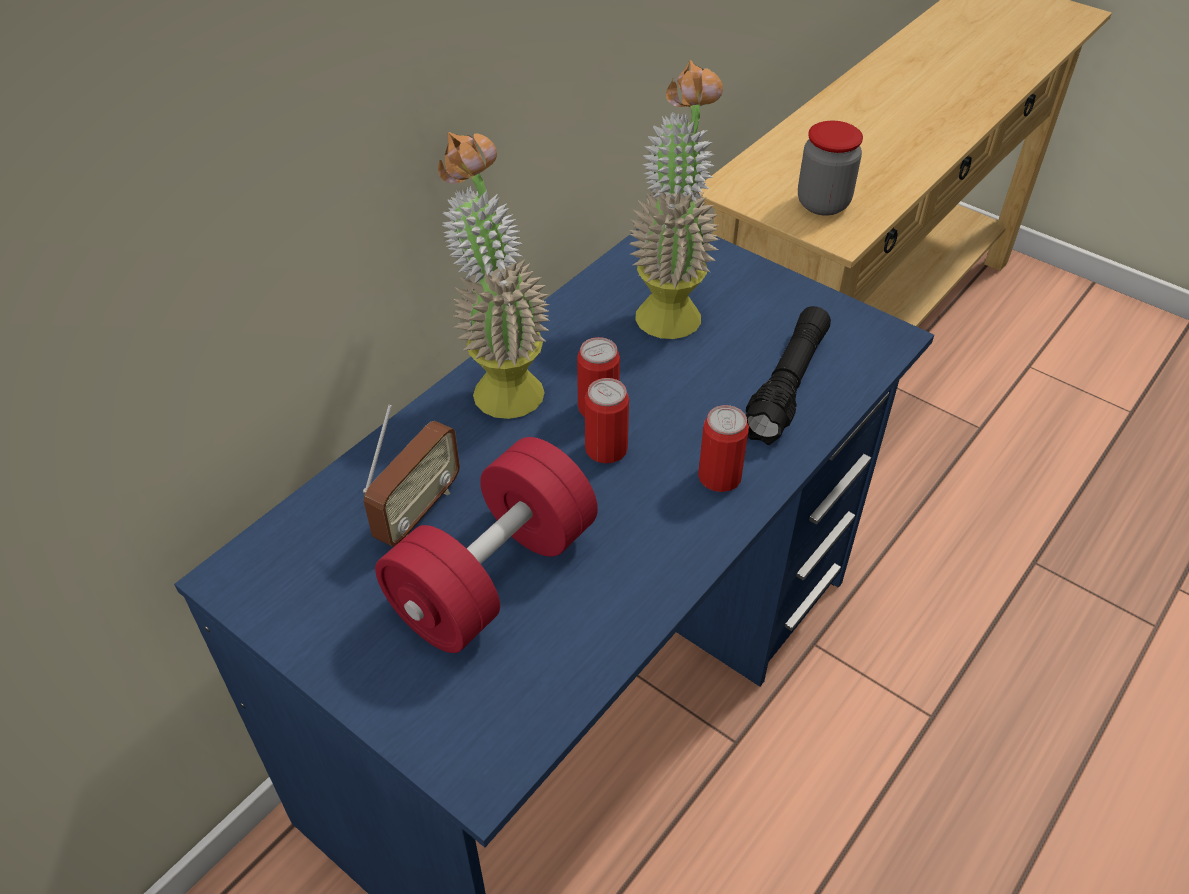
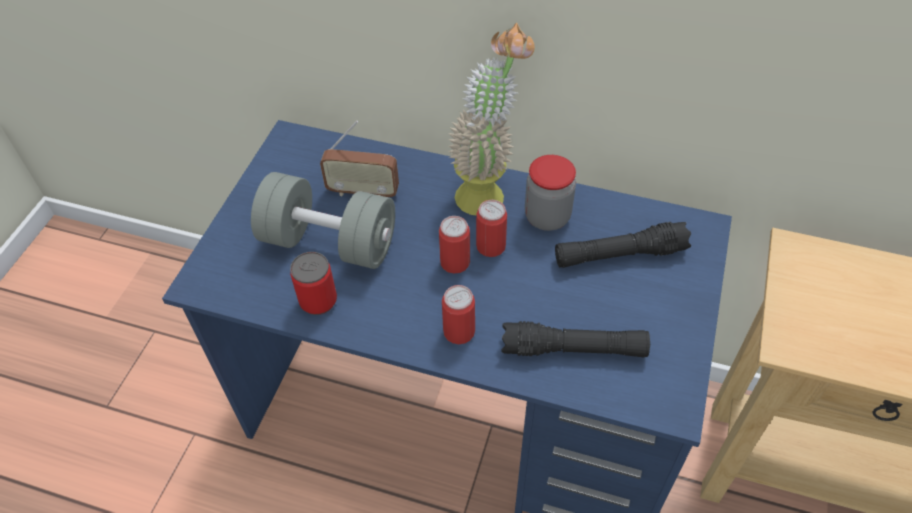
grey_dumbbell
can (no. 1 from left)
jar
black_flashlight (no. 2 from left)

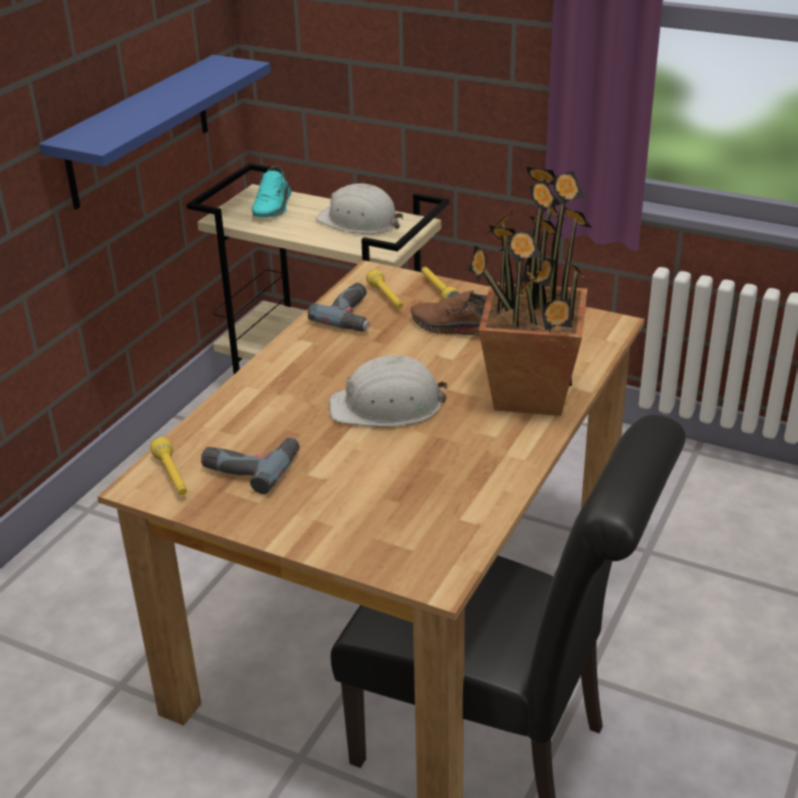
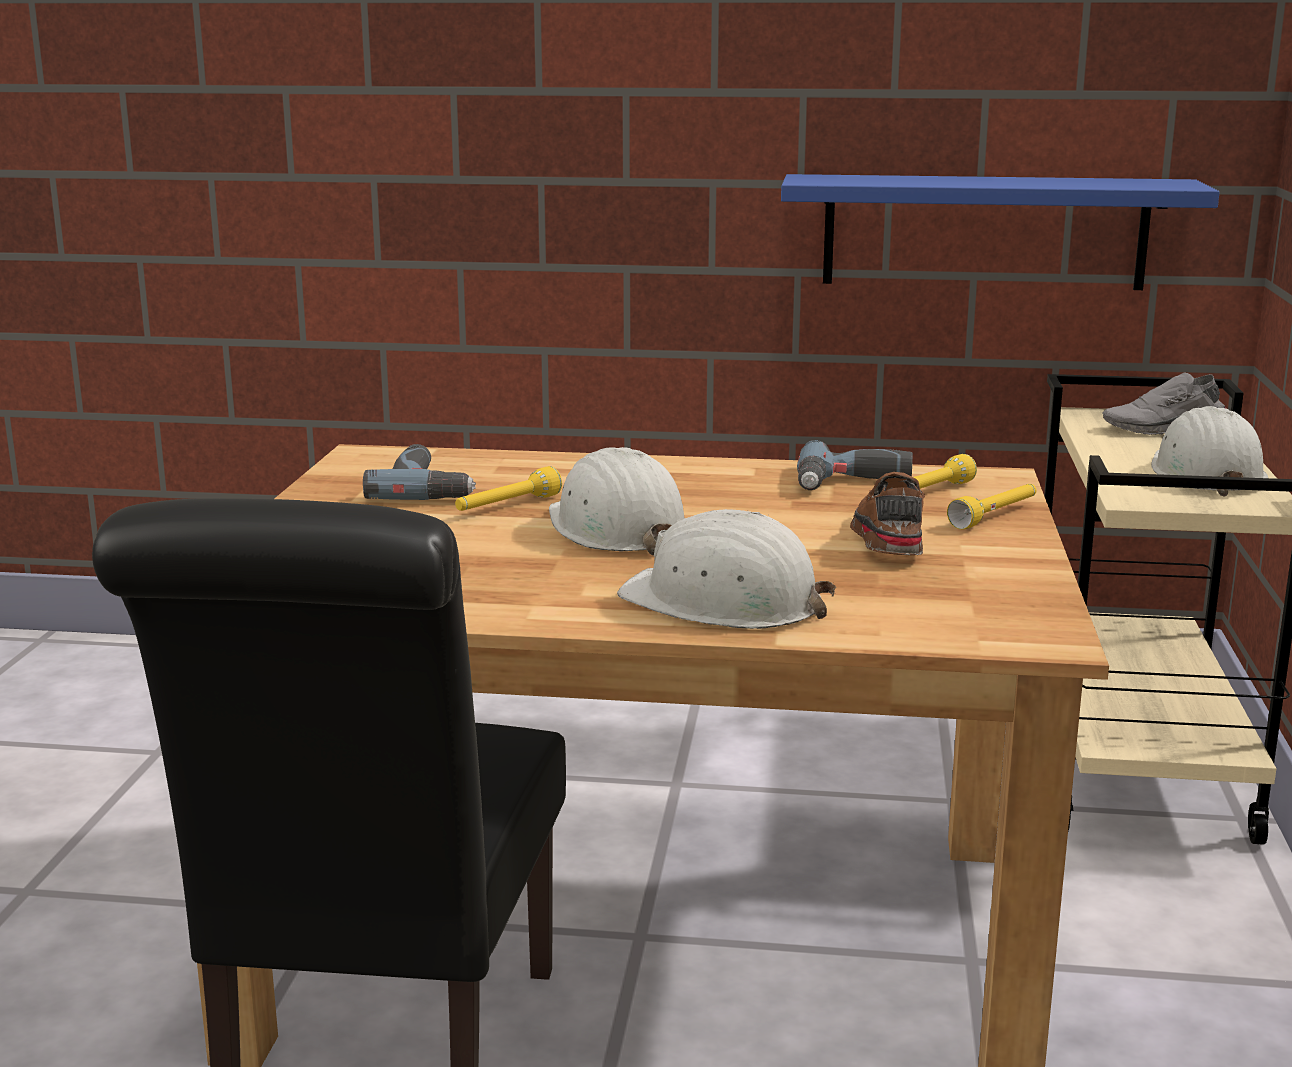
yellow_flashlight (no. 1 from left)
white_hard_hat (no. 2 from left)
grey_shoe

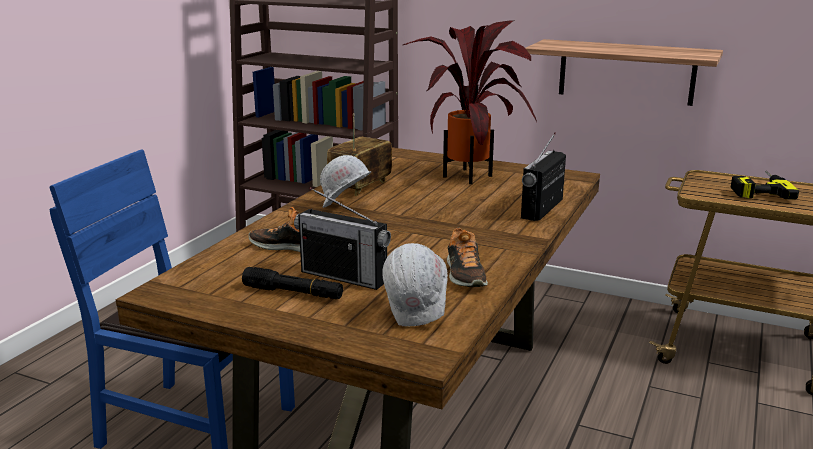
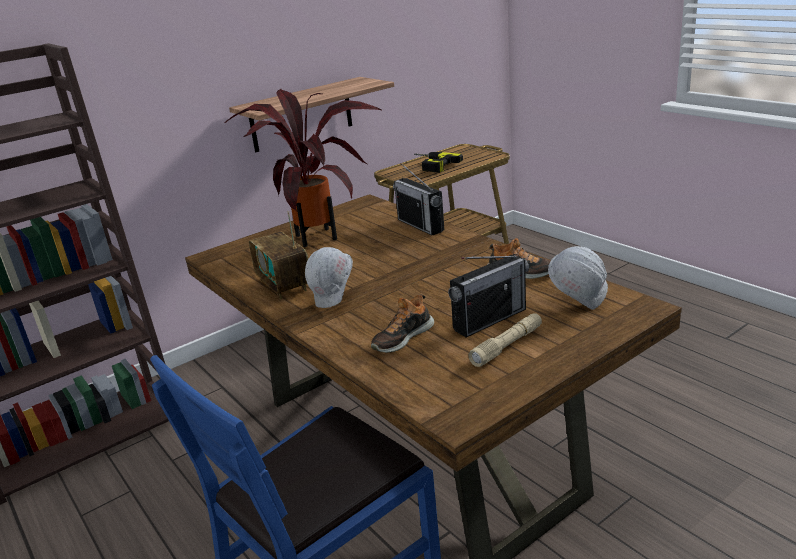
beige_flashlight

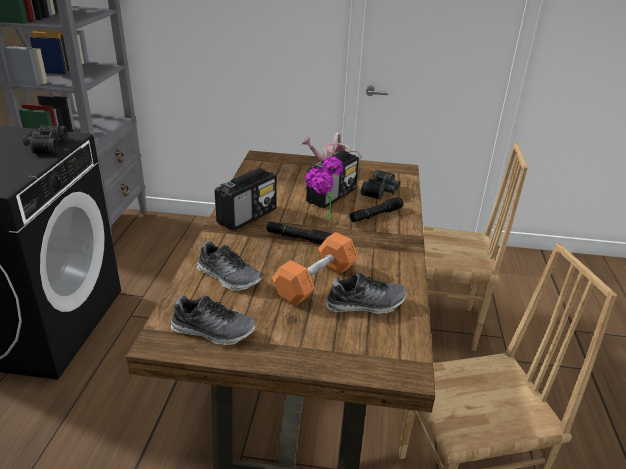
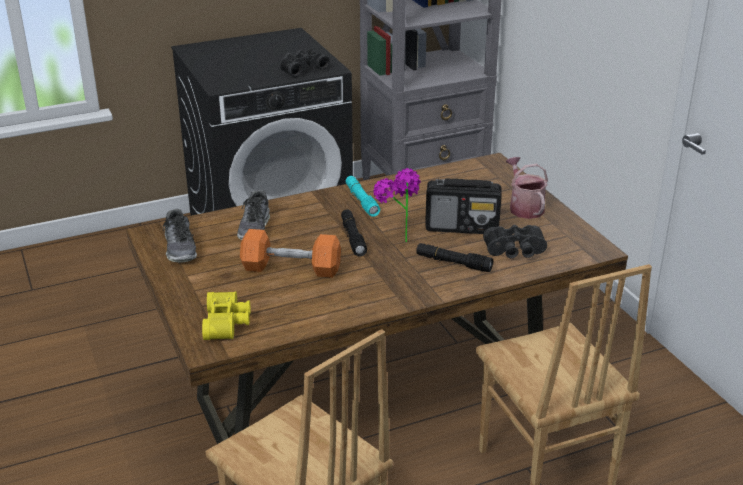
yellow_binoculars
turquoise_flashlight
shoe (no. 3 from left in the first image)

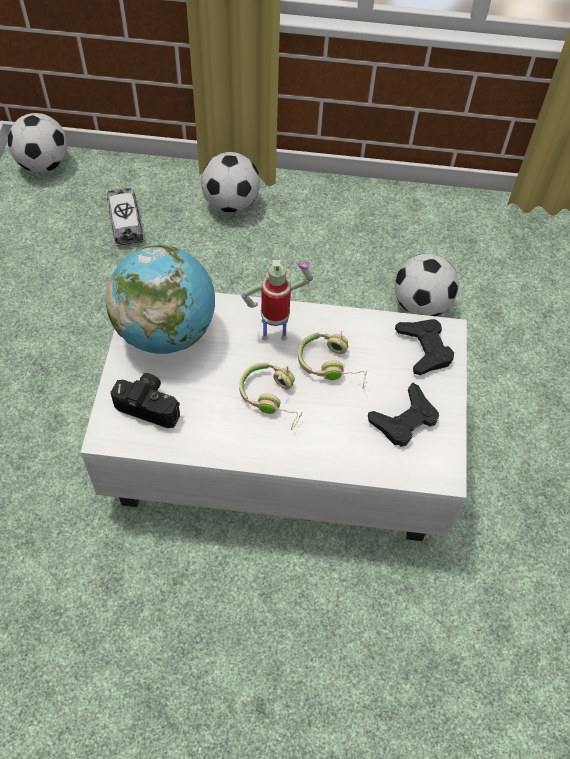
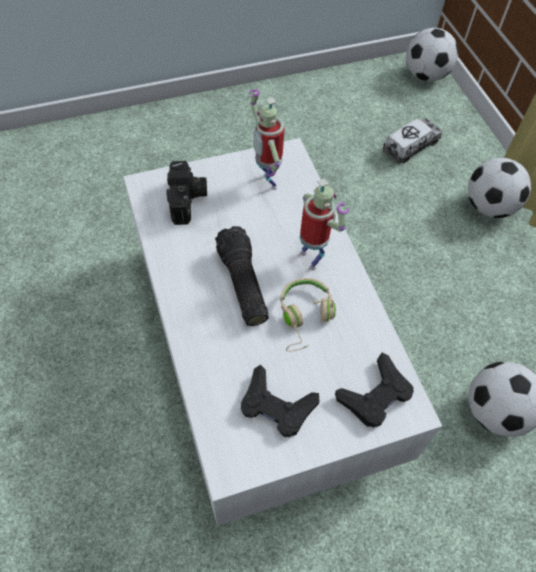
flashlight
toy_robot (no. 1 from left)

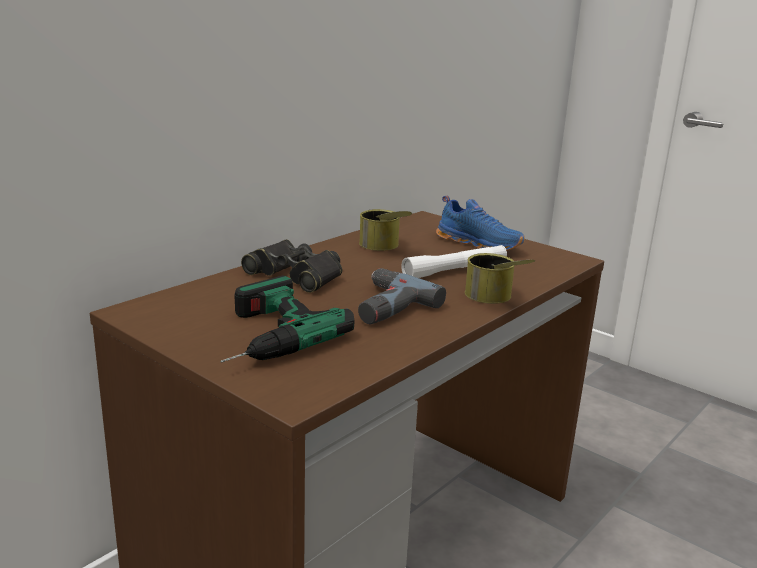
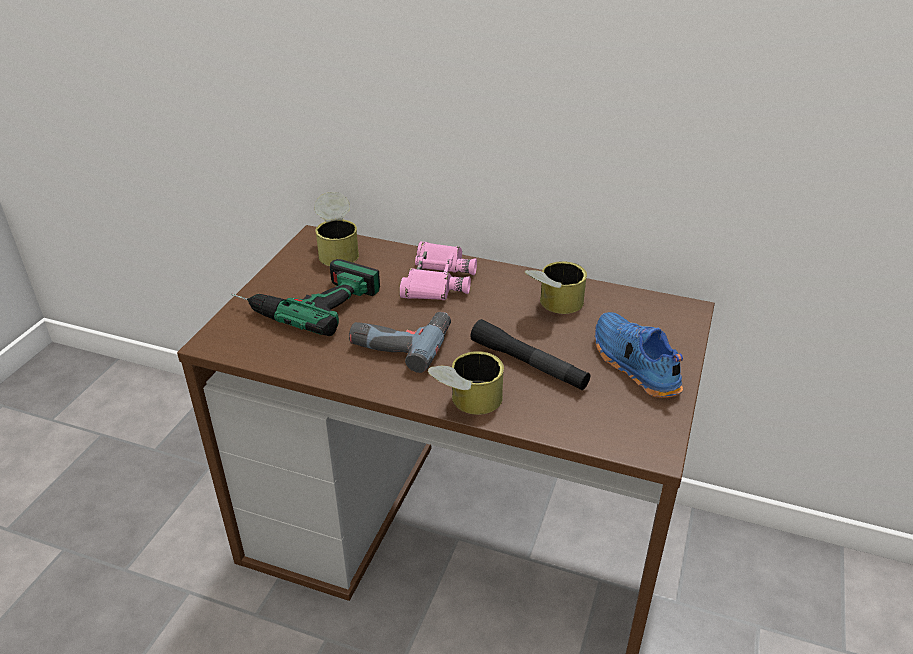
can (no. 1 from left)
pink_binoculars
black_flashlight
blue_shoe

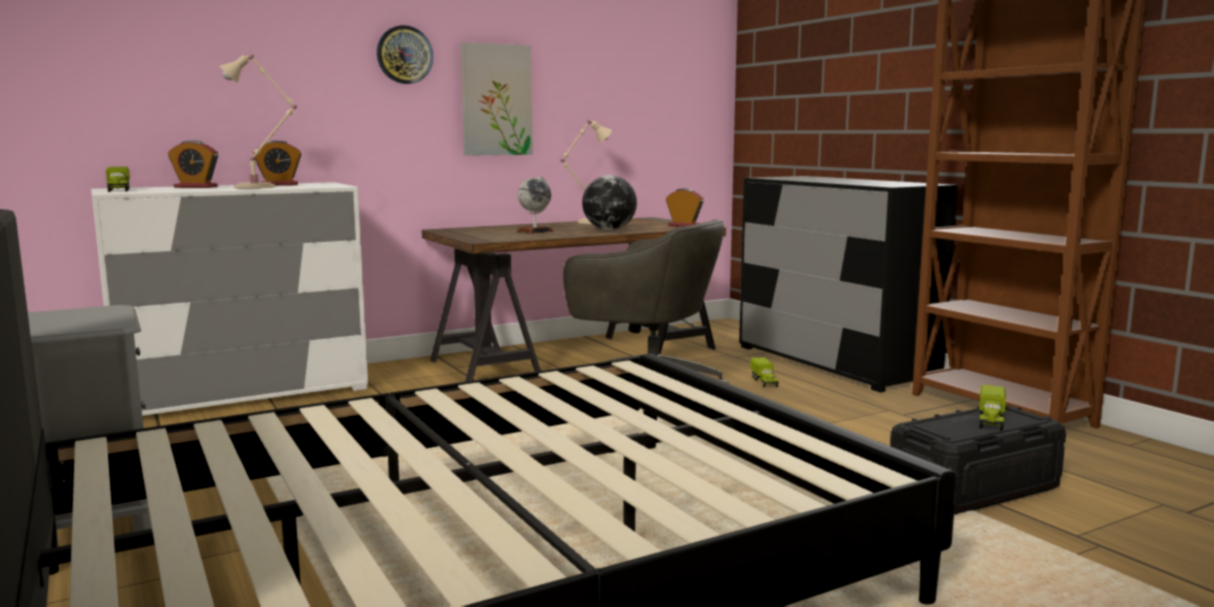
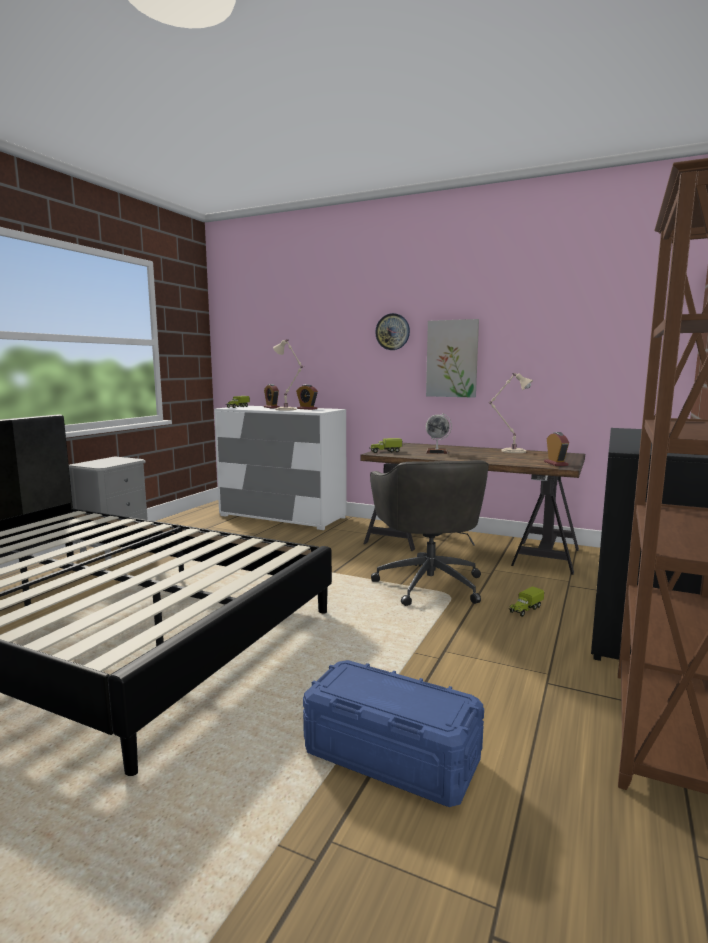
blue_storage_box
toy_truck (no. 2 from left)
globe (no. 2 from left in the first image)

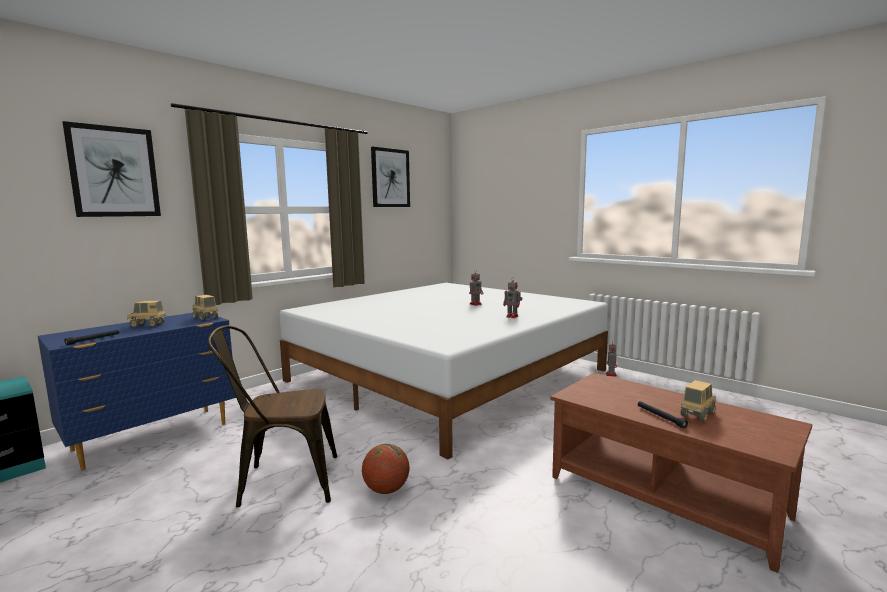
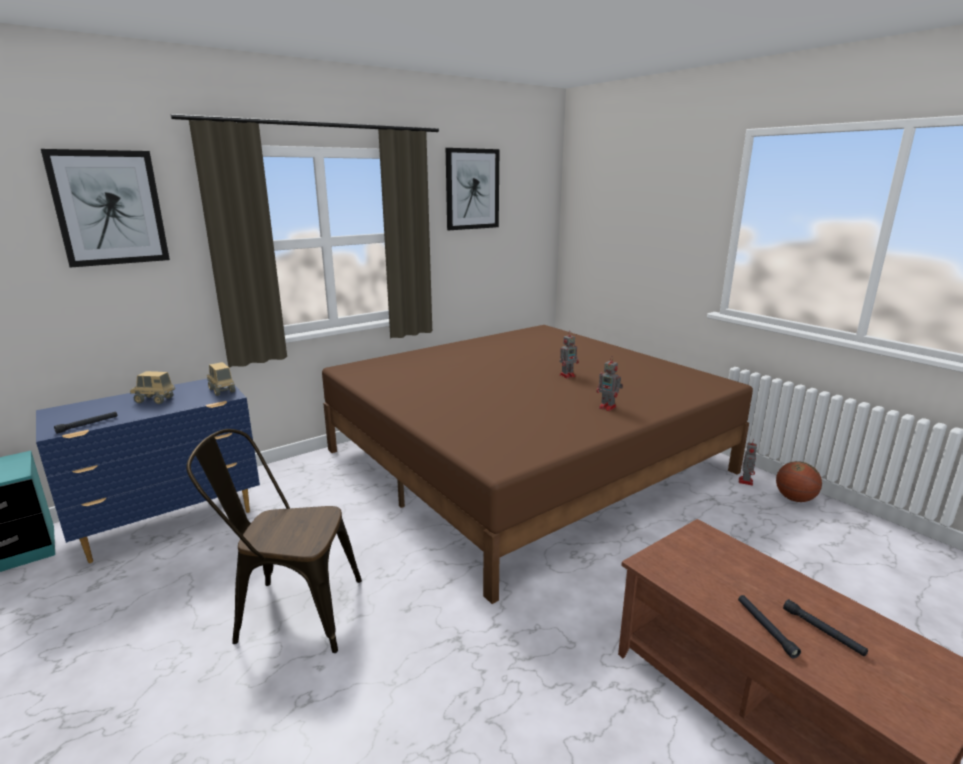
brown_bed
basketball
black_flashlight (no. 3 from left)

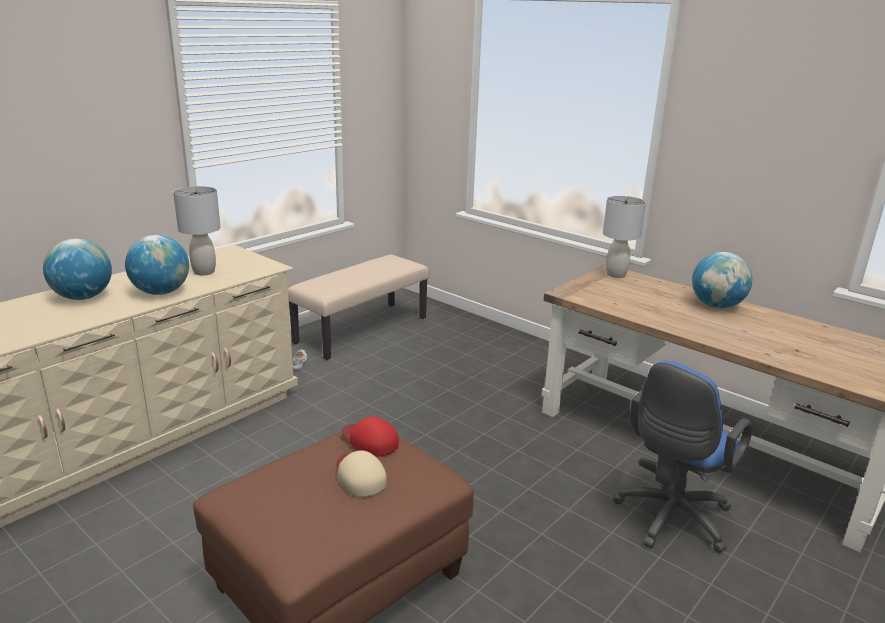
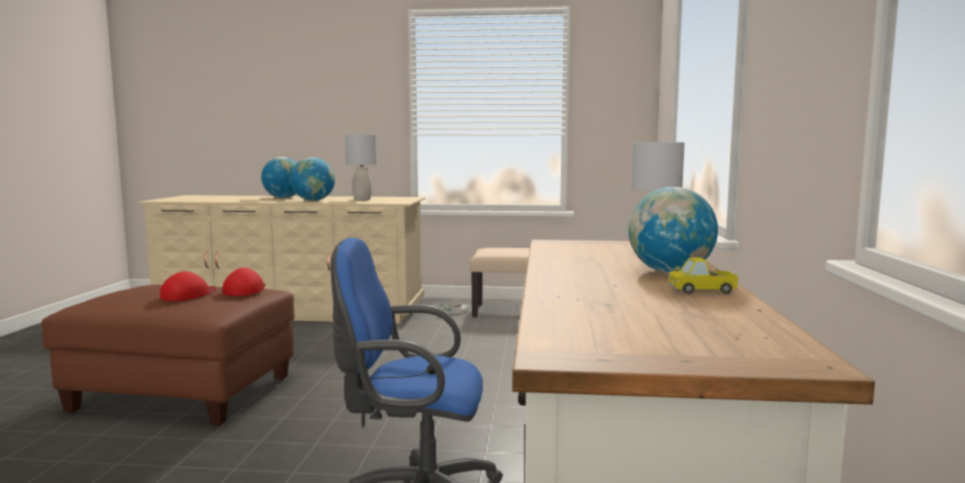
red_cap (no. 1 from left)
toy_truck

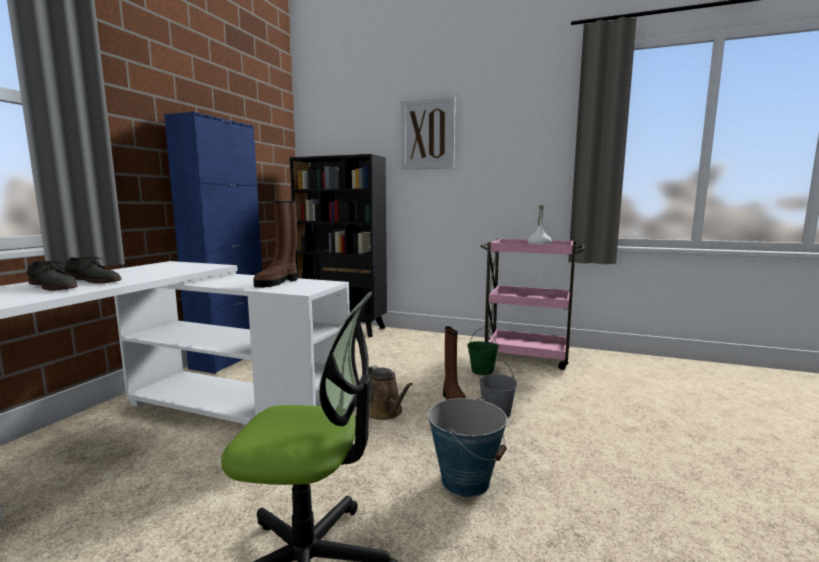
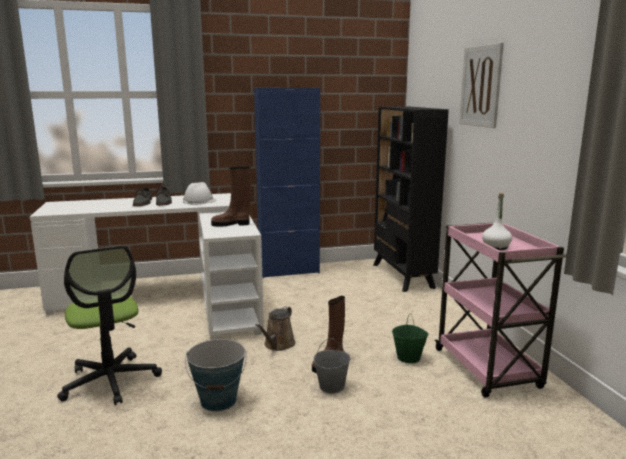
white_hard_hat

